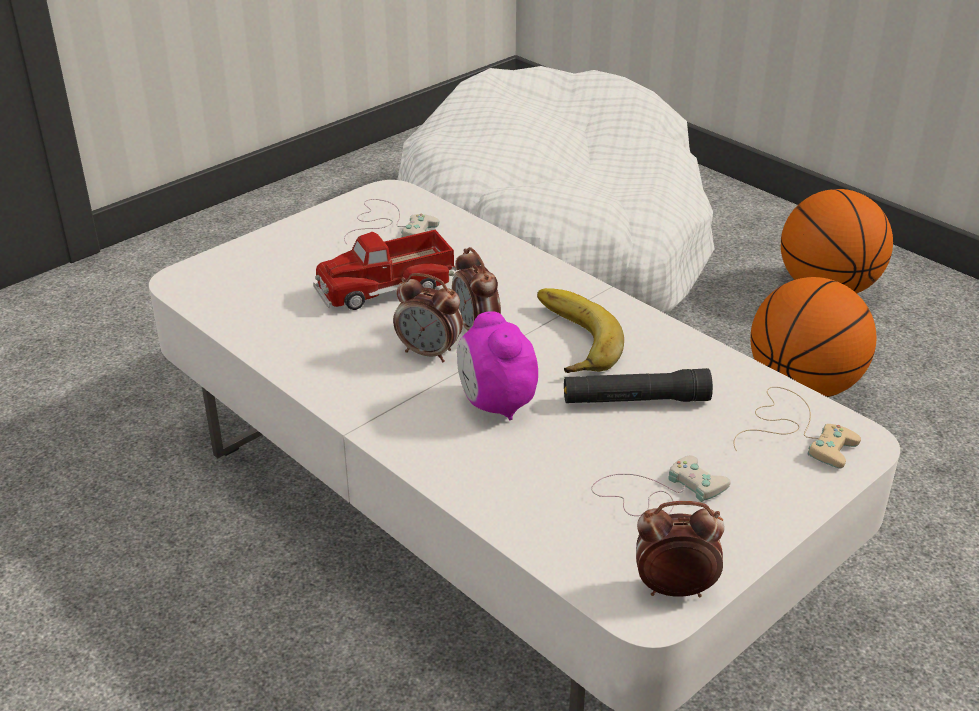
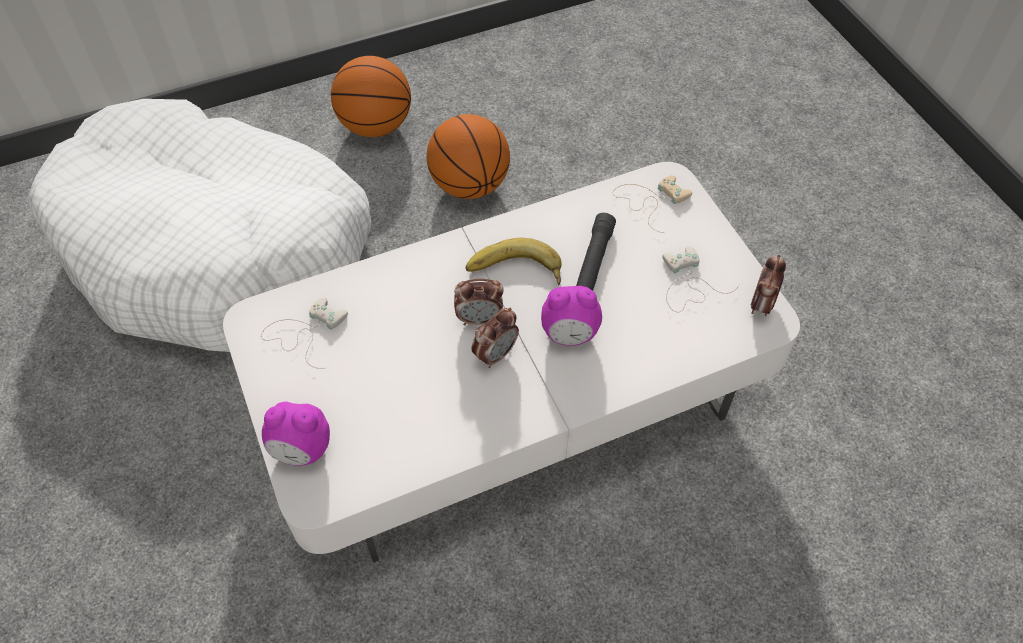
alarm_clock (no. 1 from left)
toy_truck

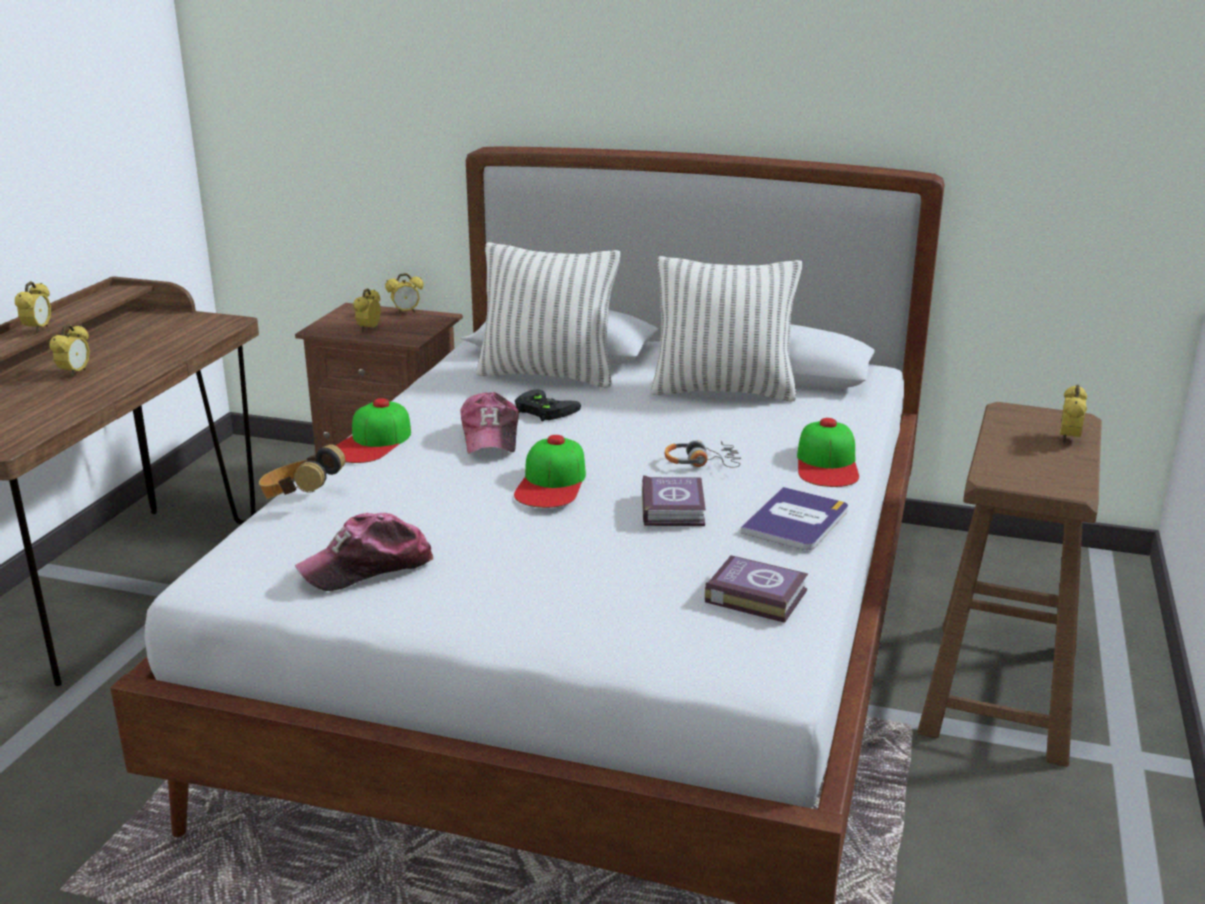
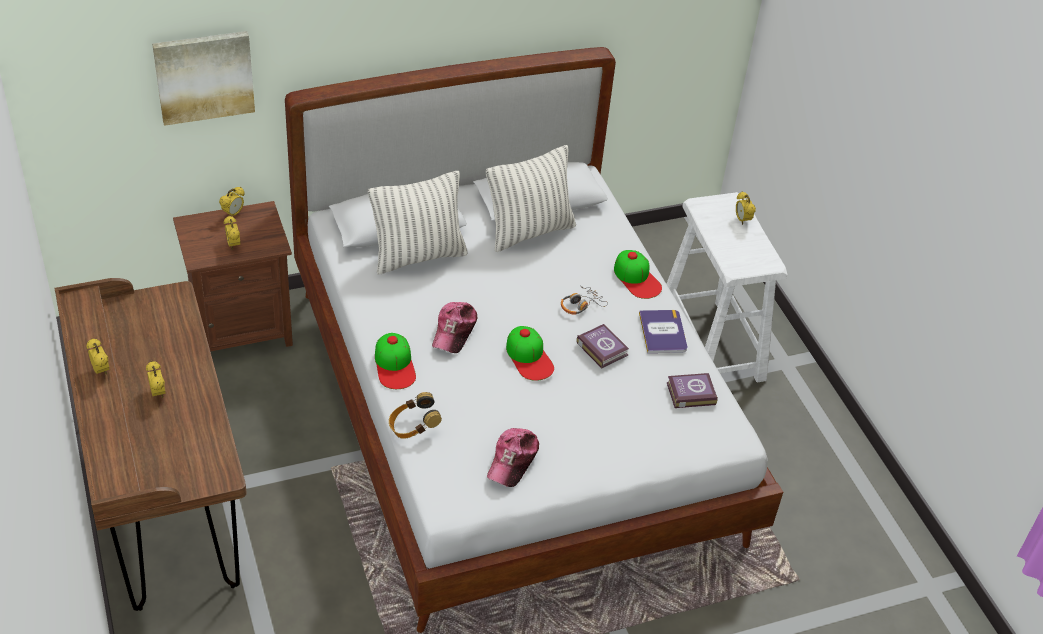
picture
cap (no. 2 from left)
white_stool
black_game_controller

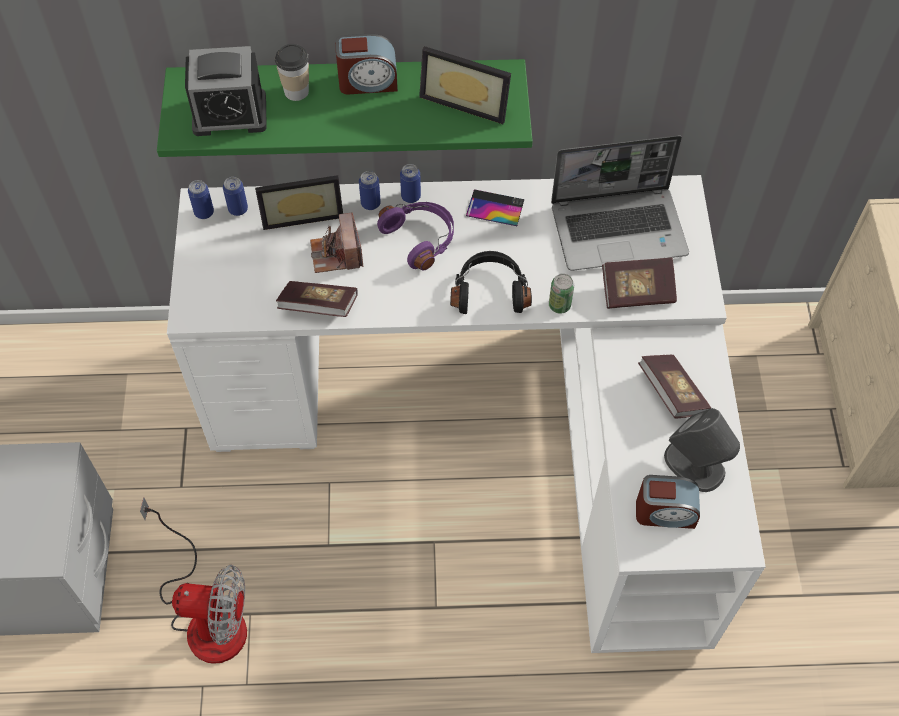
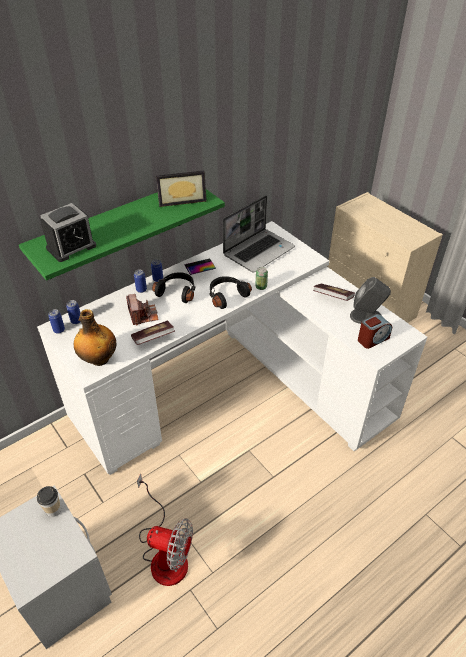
cup
bottle
photo_camera
fan
black_headphones (no. 1 from left)
picture_frame (no. 1 from left in the first image)
alarm_clock (no. 2 from left in the first image)
book (no. 2 from left in the first image)

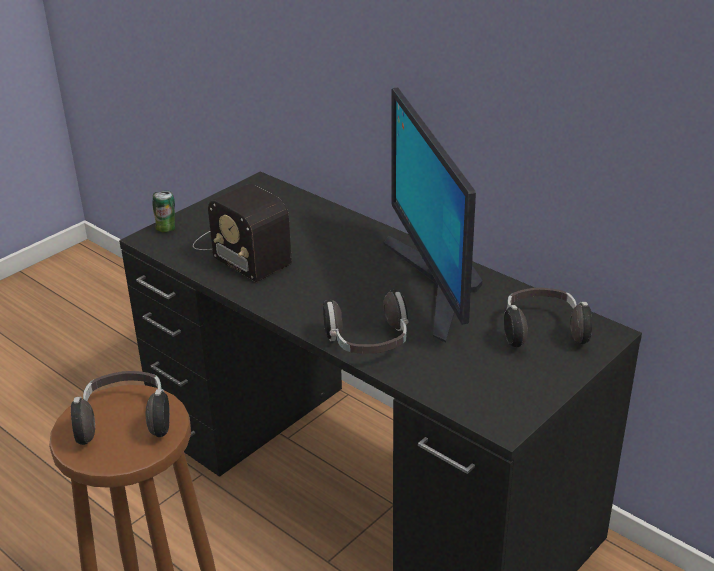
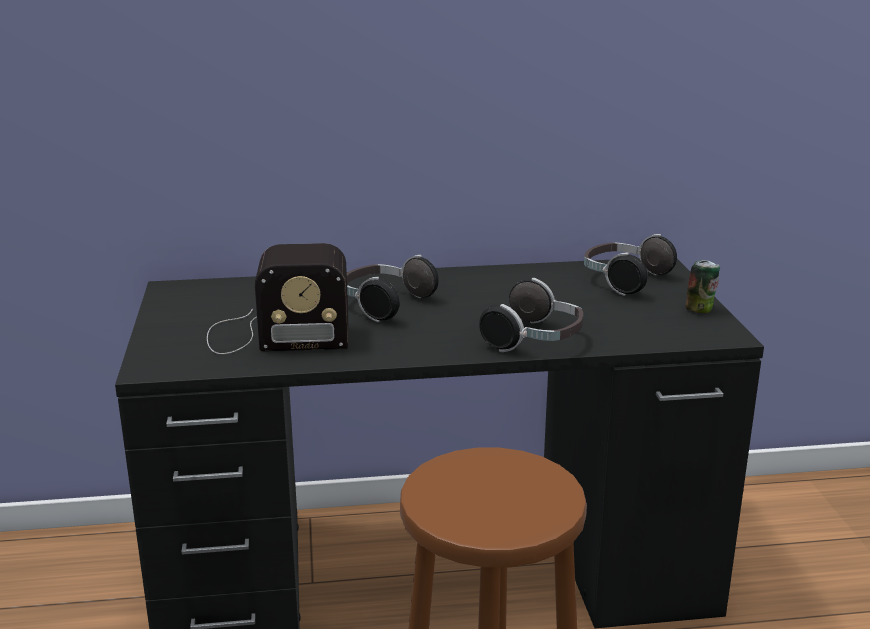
headphones (no. 1 from left)
can
monitor

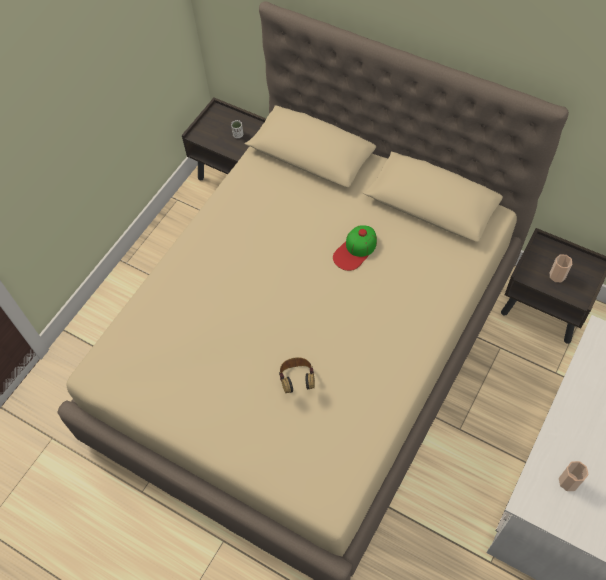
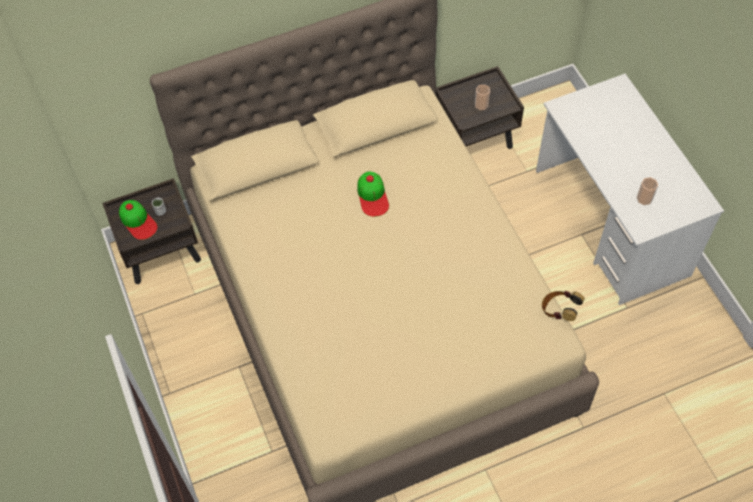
cap (no. 1 from left)
headphones

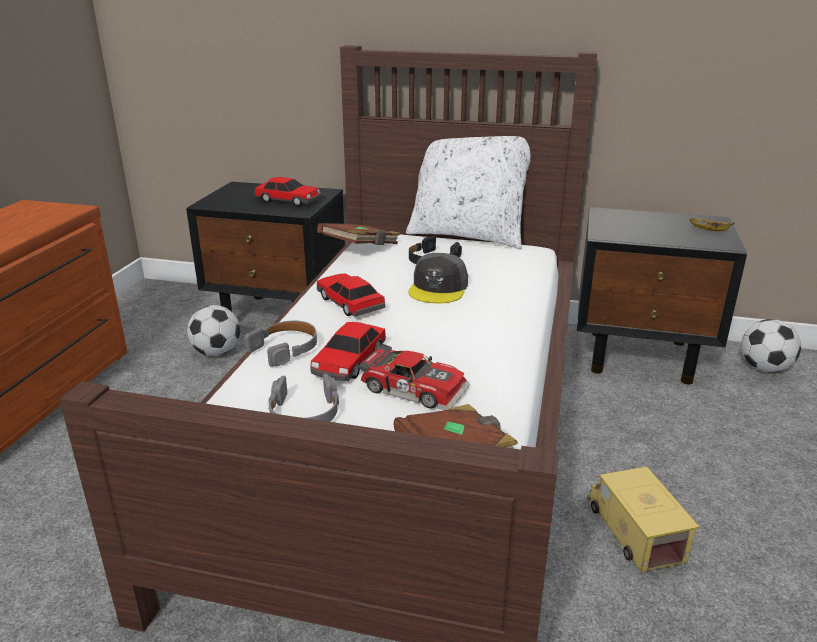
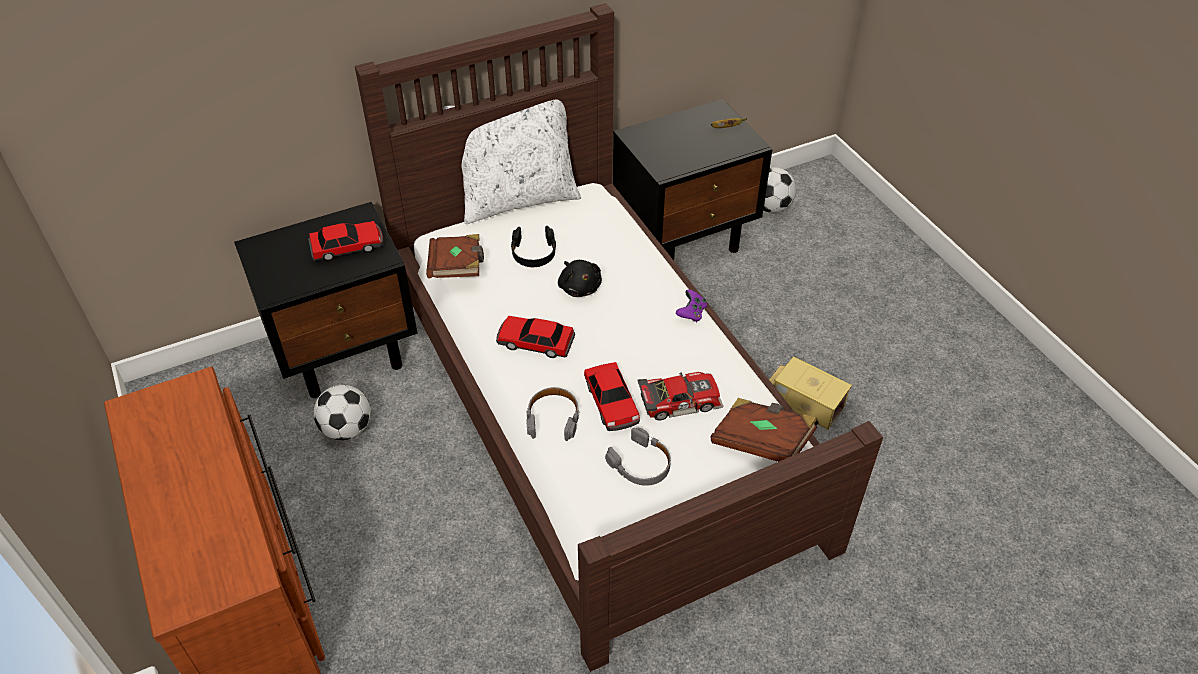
black_plush_toy
purple_game_controller

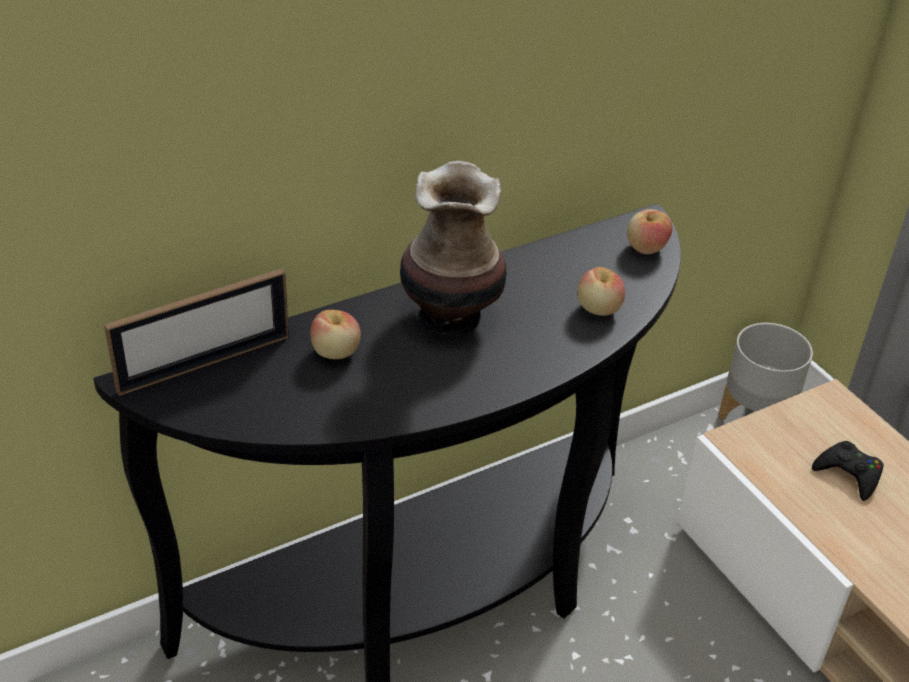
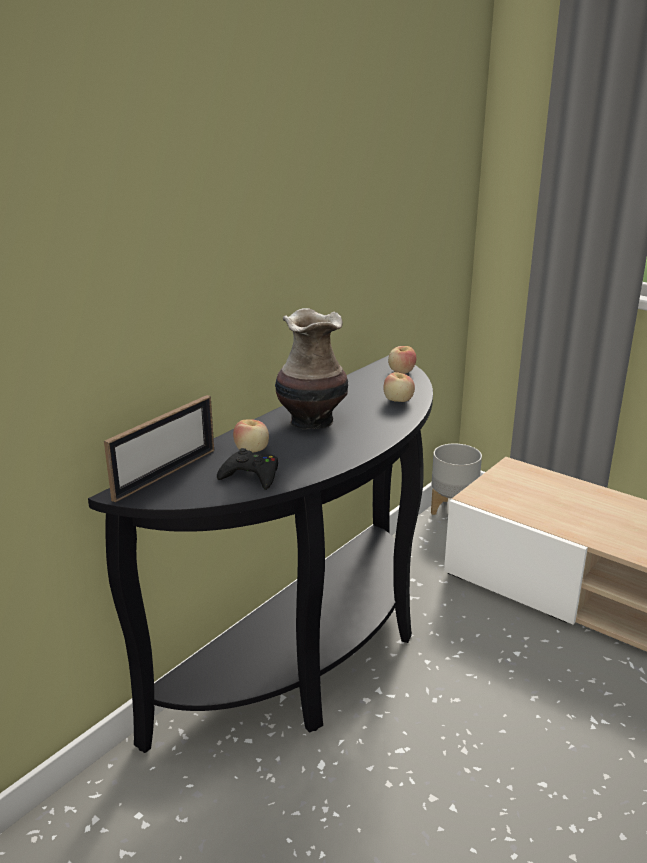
black_game_controller

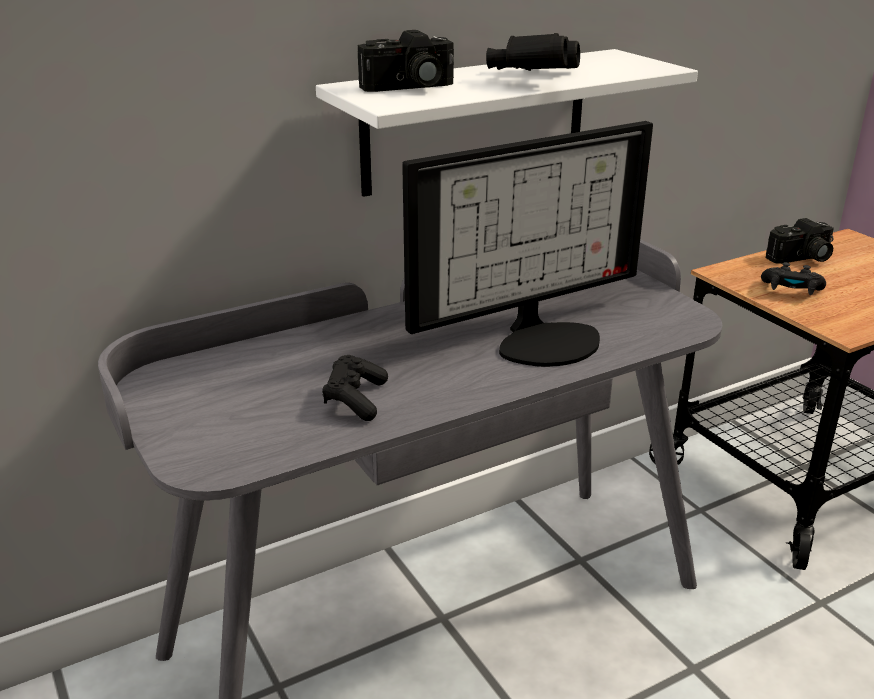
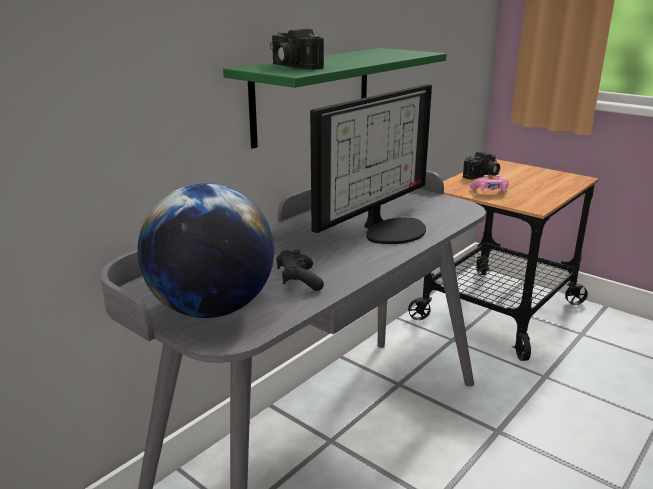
globe
green_shelf
photo_camera (no. 1 from left)
pink_game_controller
black_binoculars

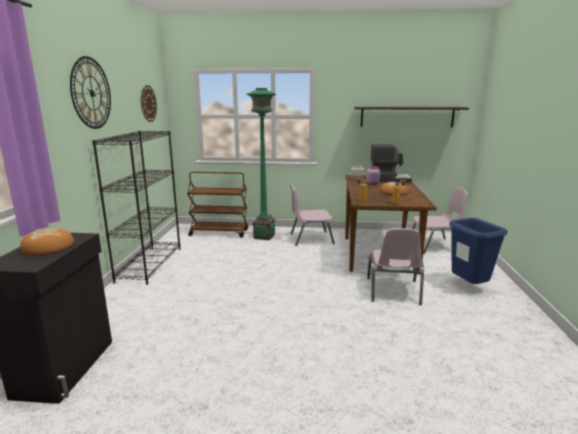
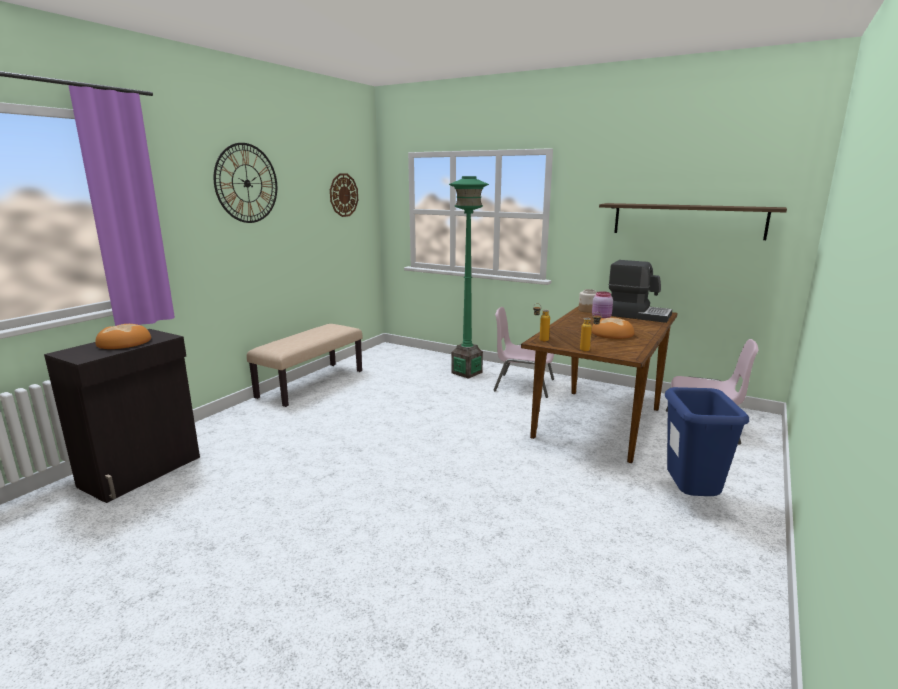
beige_bench
brown_cart
pink_chair (no. 2 from left in the first image)

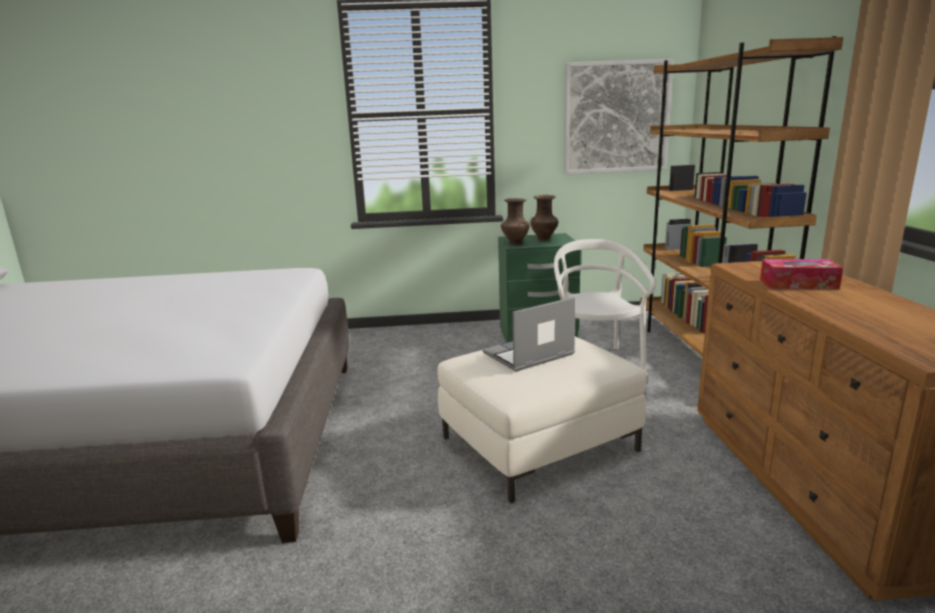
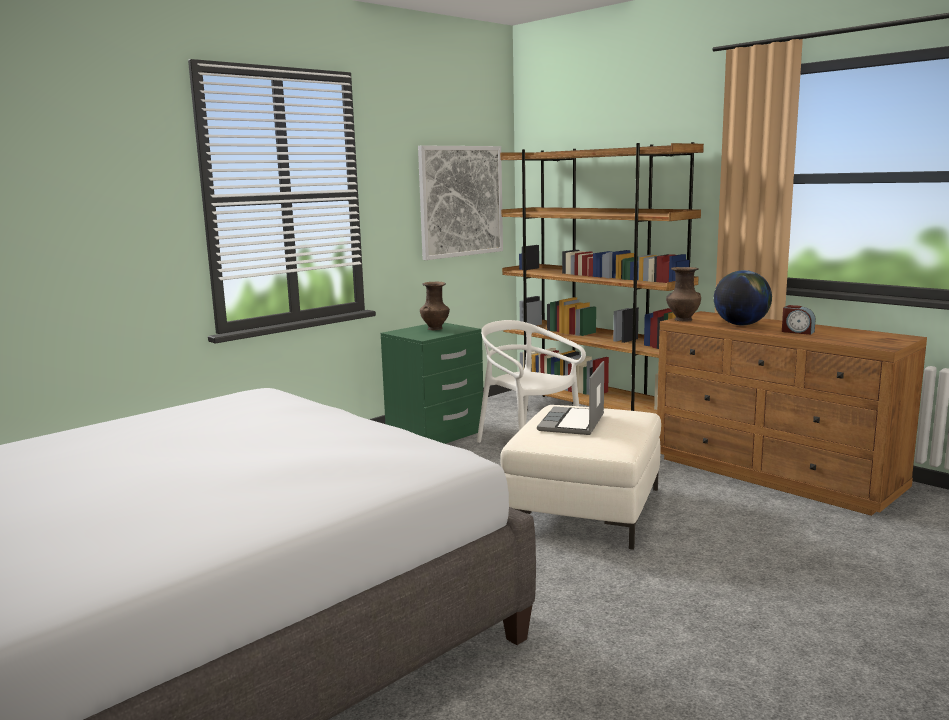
brown_vase (no. 2 from left)
globe
alarm_clock

